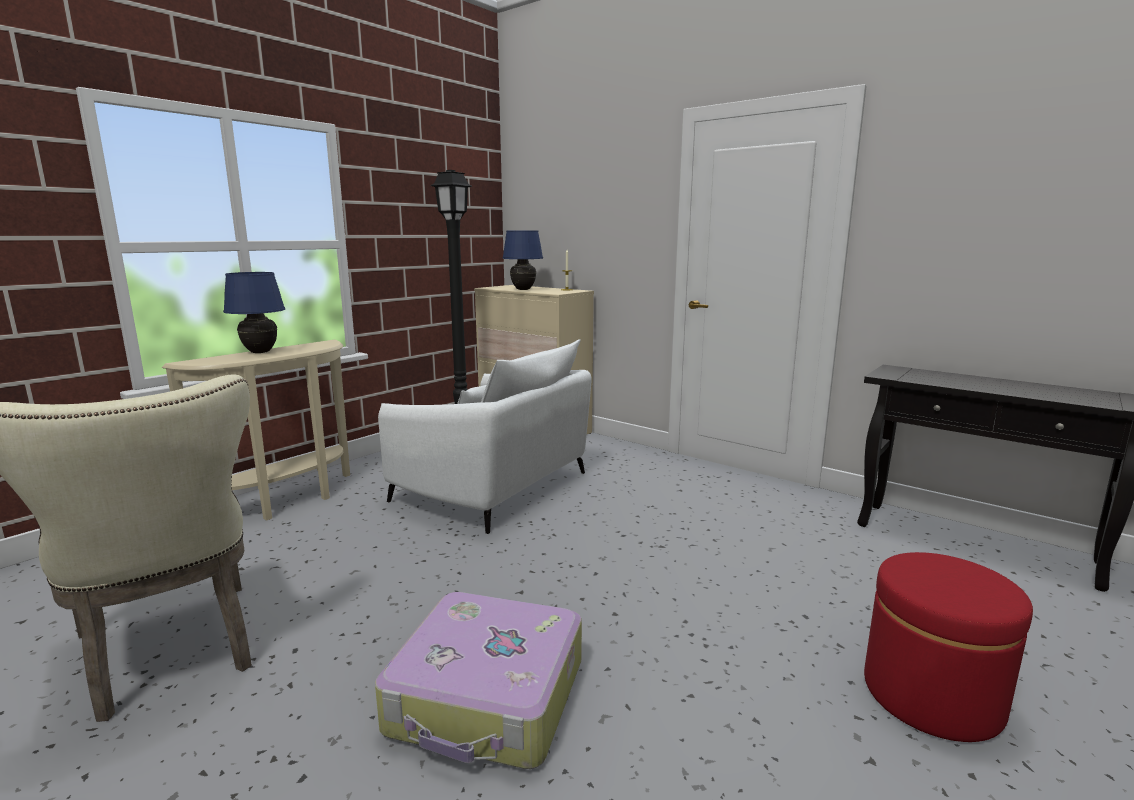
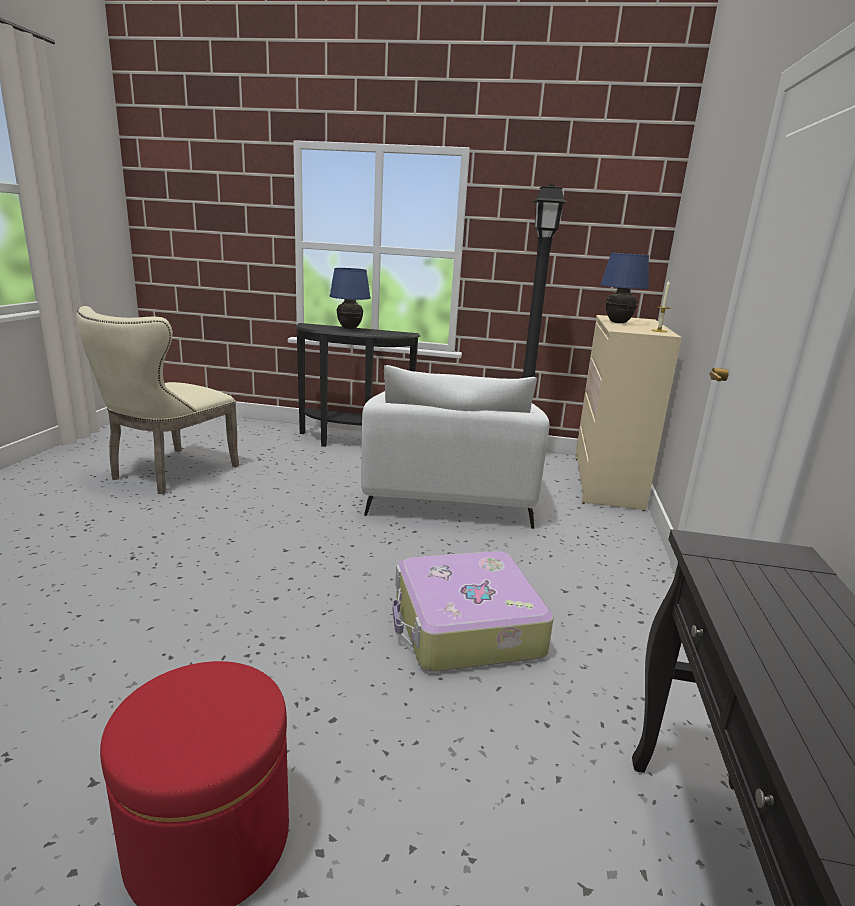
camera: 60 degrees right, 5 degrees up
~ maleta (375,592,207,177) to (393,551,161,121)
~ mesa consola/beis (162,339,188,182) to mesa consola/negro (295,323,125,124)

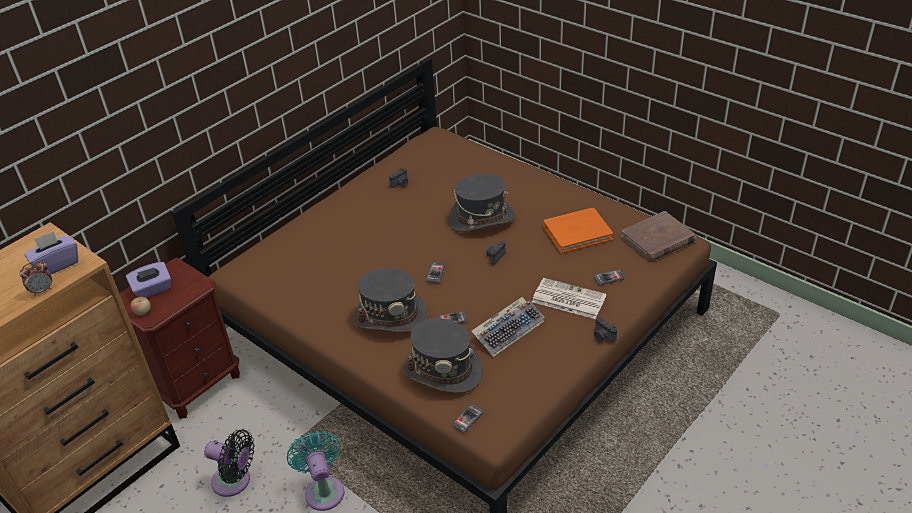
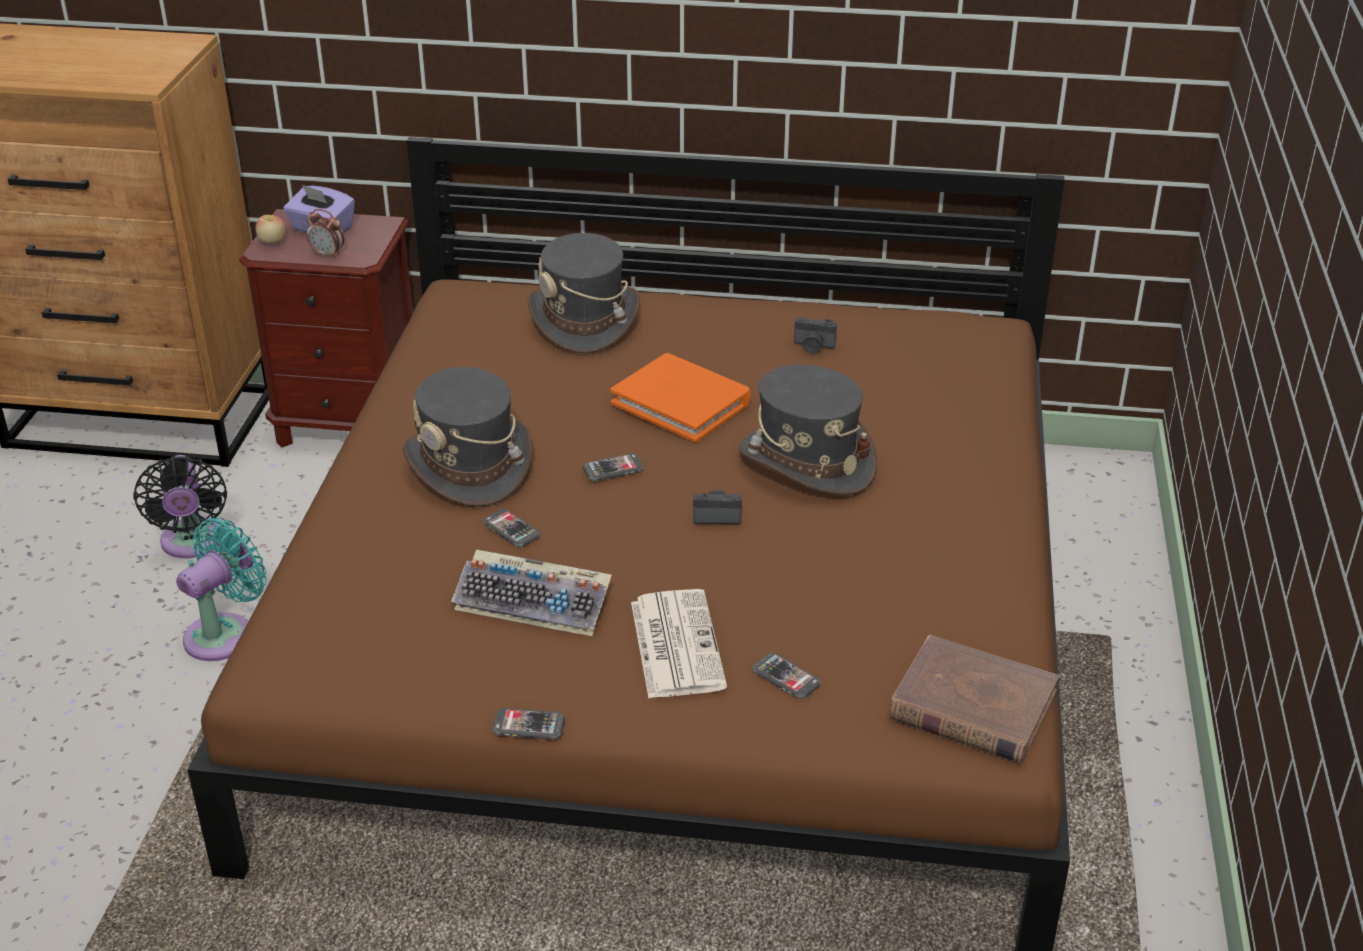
camera: 55 degrees right, 5 degrees down
- caja de pañuelos/morado (25,231,53,43)
- cámara (594,317,23,26)
~ despertador (20,261,32,35) to (307,209,37,50)
~ sombrero/gris (403,318,80,75) to (527,233,113,121)
~ móvil (452,404,31,28) to (492,708,73,32)
~ libro/naranja (543,208,70,46) to (610,353,141,89)

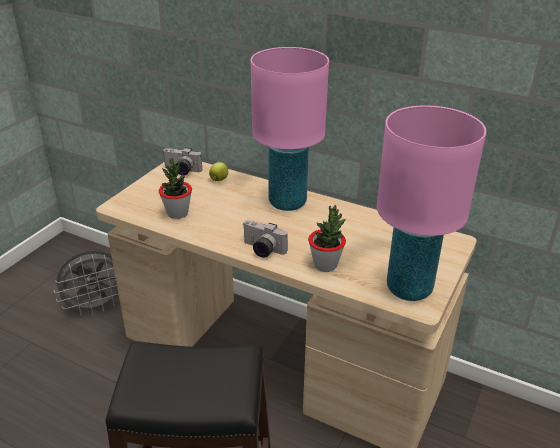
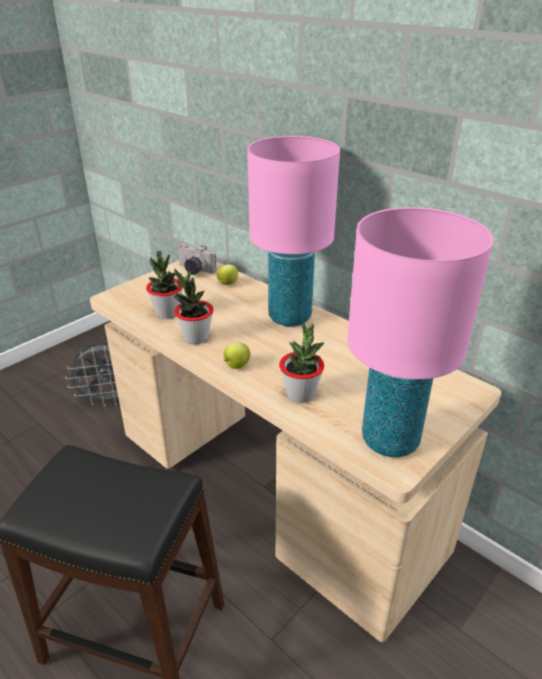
camera: 15 degrees right, 0 degrees up
+ planta en maceta (174,269,40,75)
~ cámara (243,220,45,38) to manzana (223,343,27,26)

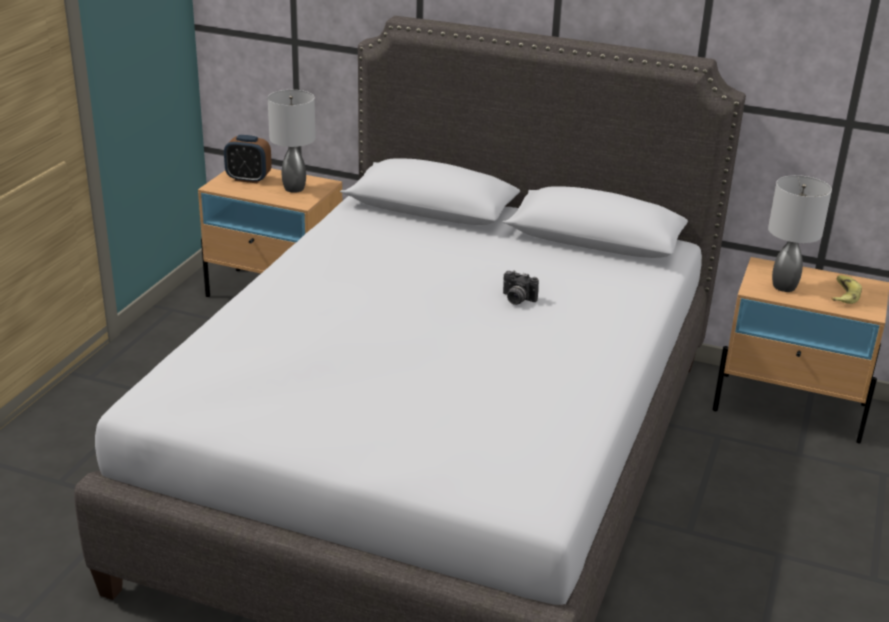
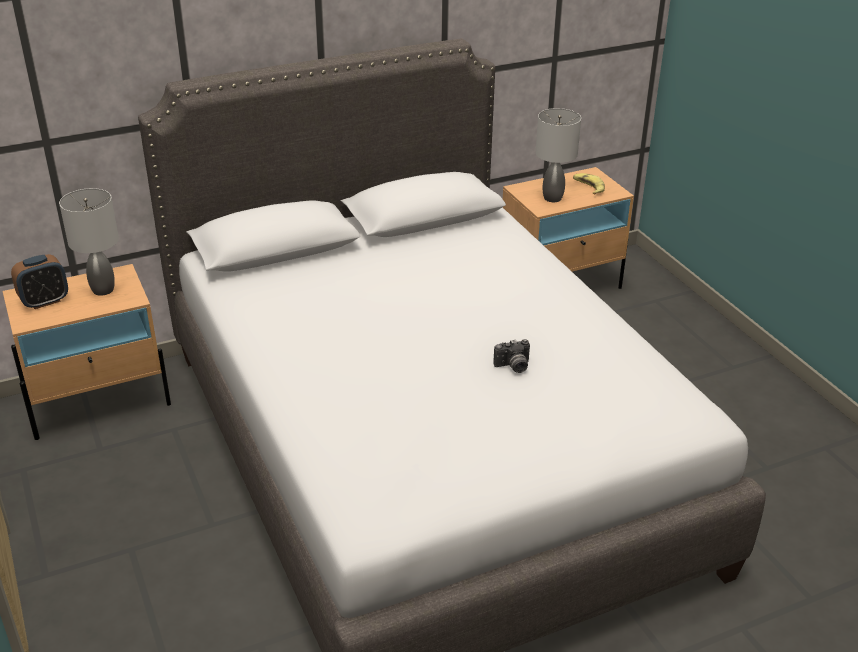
camera: 45 degrees left, 5 degrees up
~ cámara (503,271,36,34) to (493,339,37,34)

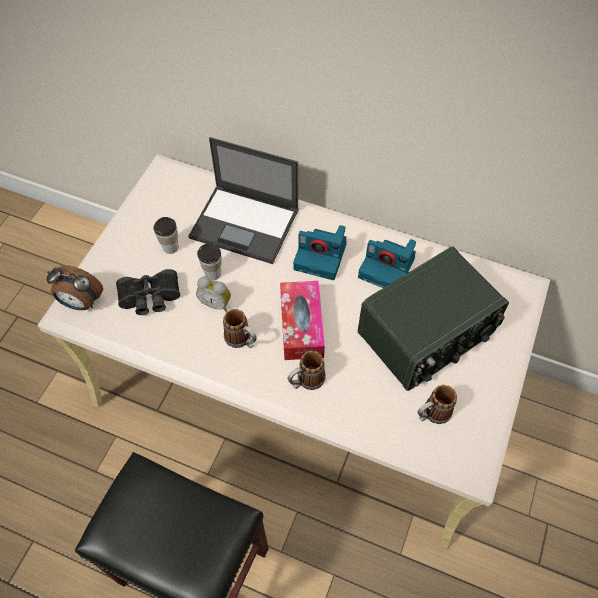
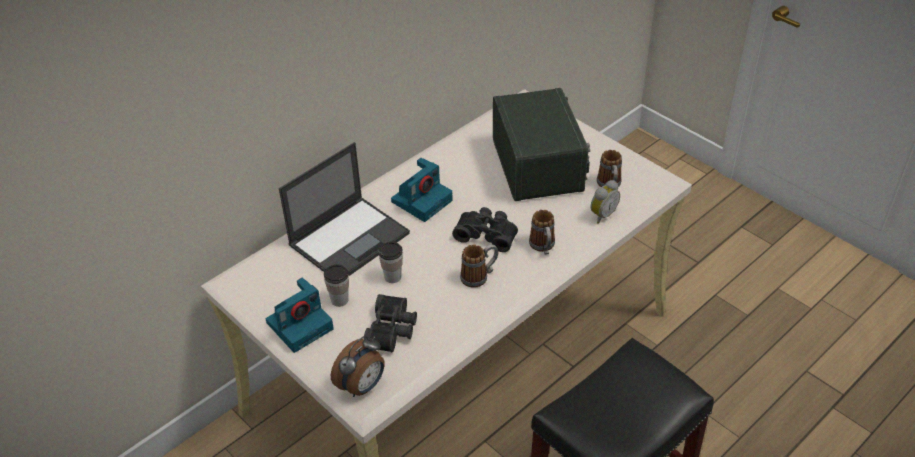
camera: 65 degrees left, 15 degrees down
~ despertador (196,277,35,35) to (591,180,29,44)
~ cámara (358,239,58,49) to (266,278,68,75)
~ caja de pañuelos (280,281,45,79) to prismáticos/negro (452,207,66,45)

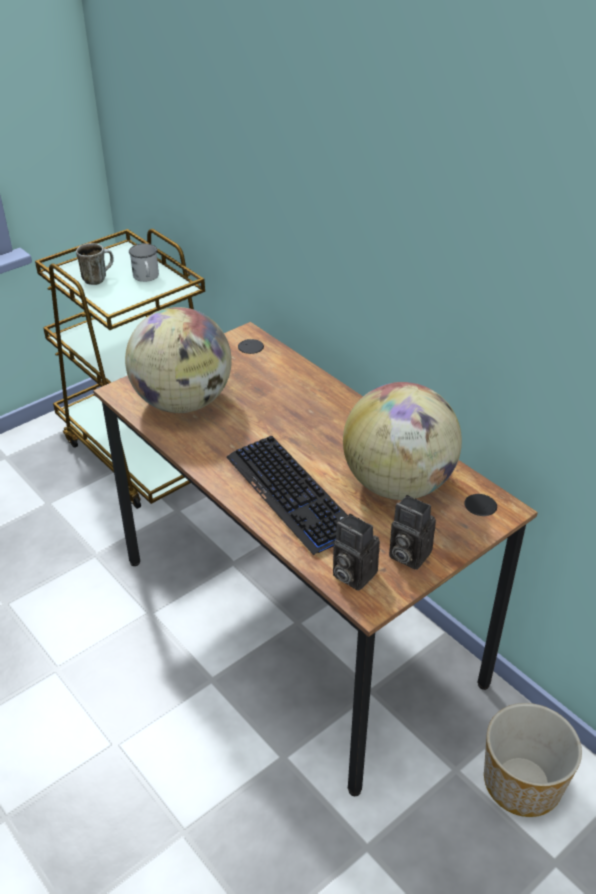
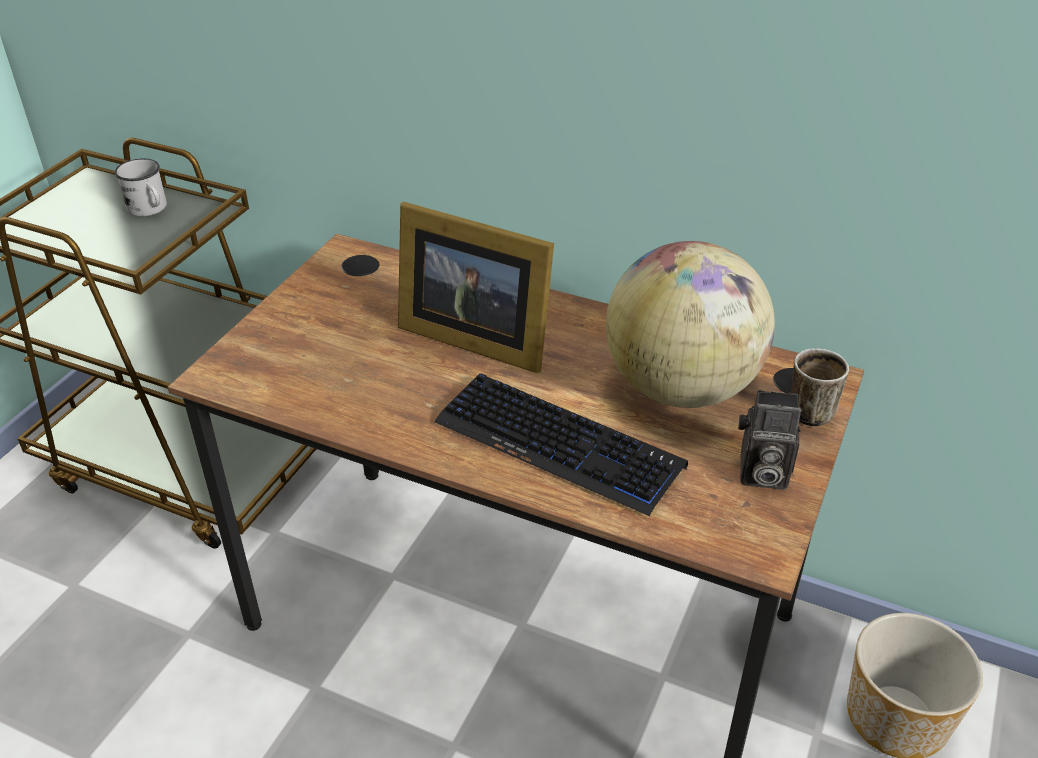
camera: 25 degrees left, 0 degrees up
- globo terráqueo (125,307,107,106)
- cámara (333,514,47,77)
+ portarretratos (398,202,156,172)
~ taza grande (76,243,38,42) to (791,348,58,79)

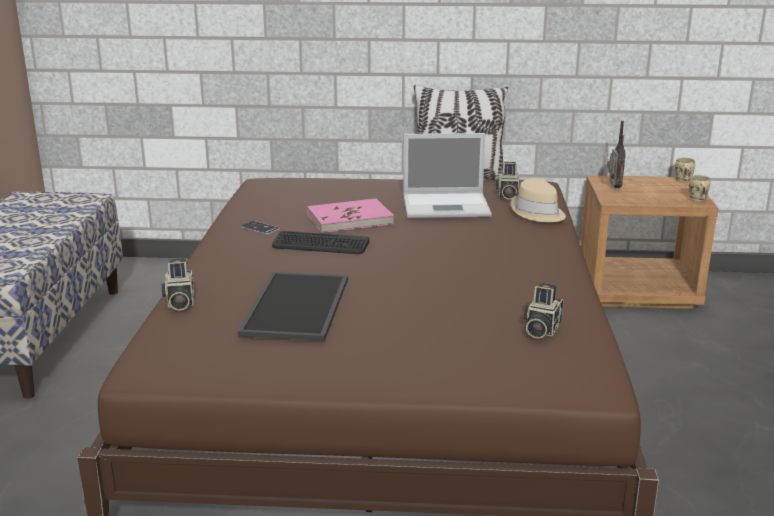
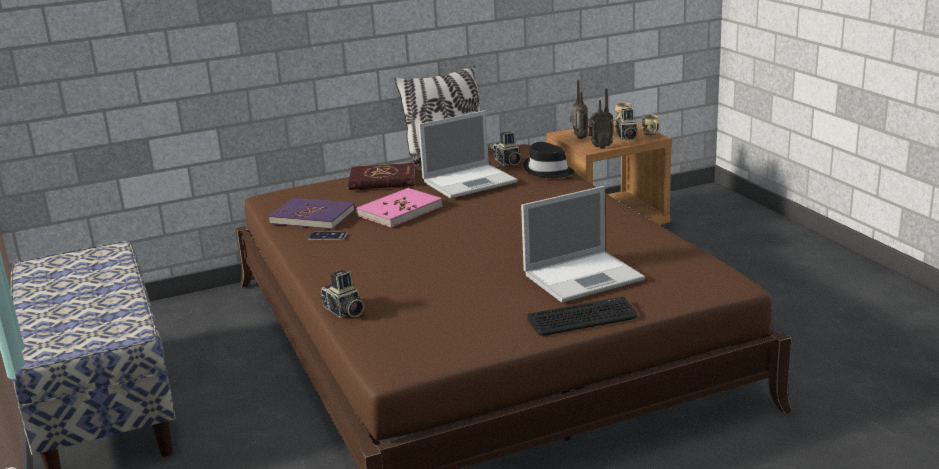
camera: 25 degrees left, 0 degrees up
- bandeja (237,272,111,69)
+ libro/morado (269,198,86,32)
+ libro/rojo (348,163,67,27)
+ portátil (521,186,124,117)
+ radio (588,88,26,61)
~ teclado (272,231,97,23) to (528,297,109,39)
~ cámara (523,283,40,56) to (615,108,22,32)
~ sombrero/beis (510,178,56,44) to sombrero/negro (523,142,51,36)

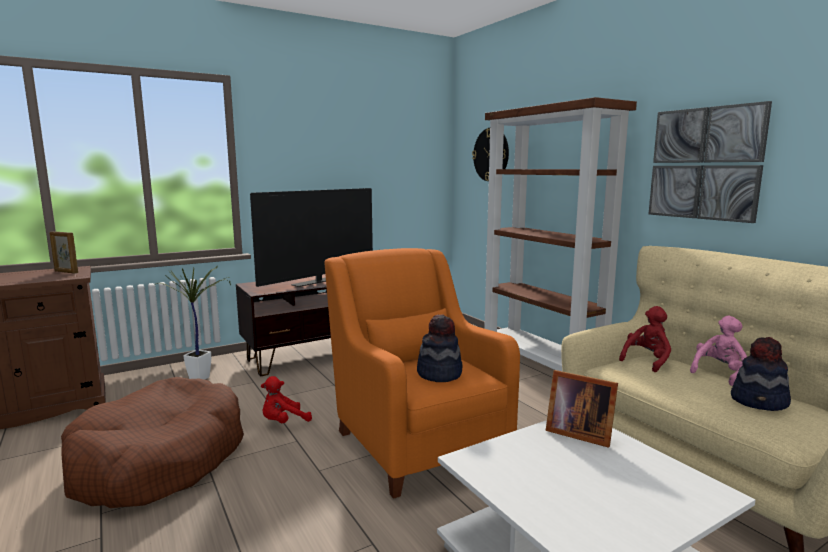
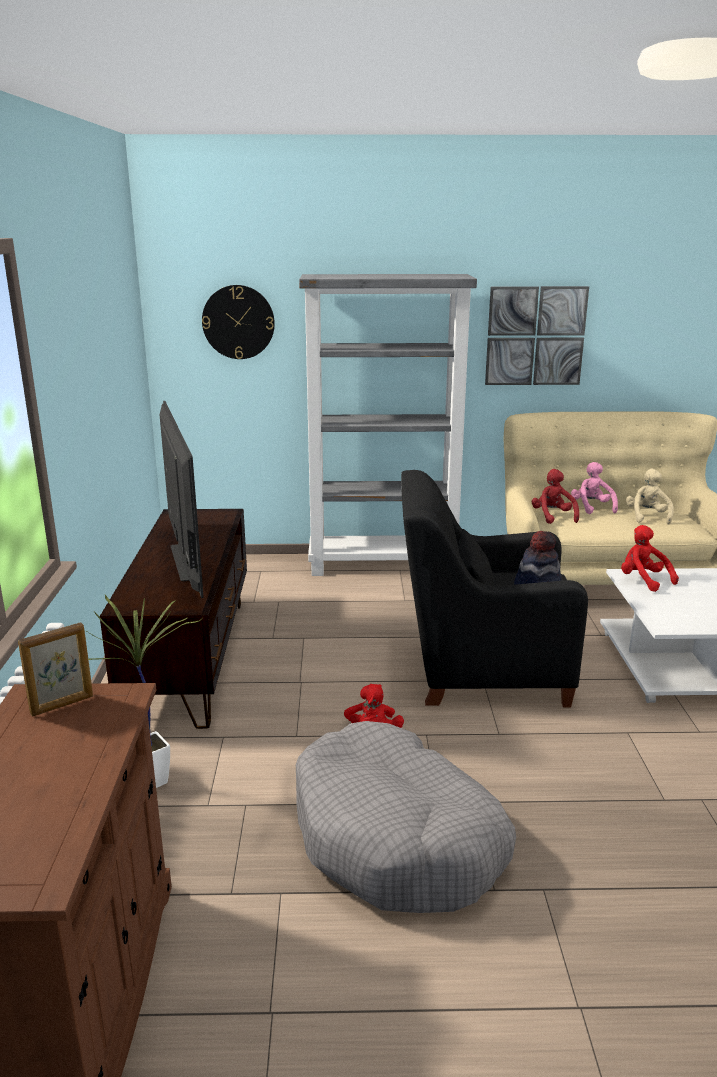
camera: 60 degrees left, 10 degrees up
~ portarretratos (546,370,72,78) to peluche/rojo (621,525,58,67)
~ sombrero (731,337,60,74) to peluche/beis (626,469,48,56)
~ cama para perro/marrón (61,377,183,131) to cama para perro/gris (296,721,220,192)
~ sillón/naranja (325,248,195,251) to sillón/negro (401,470,187,238)
~ estantería/marrón (484,97,153,274) to estantería/gris (299,274,178,302)

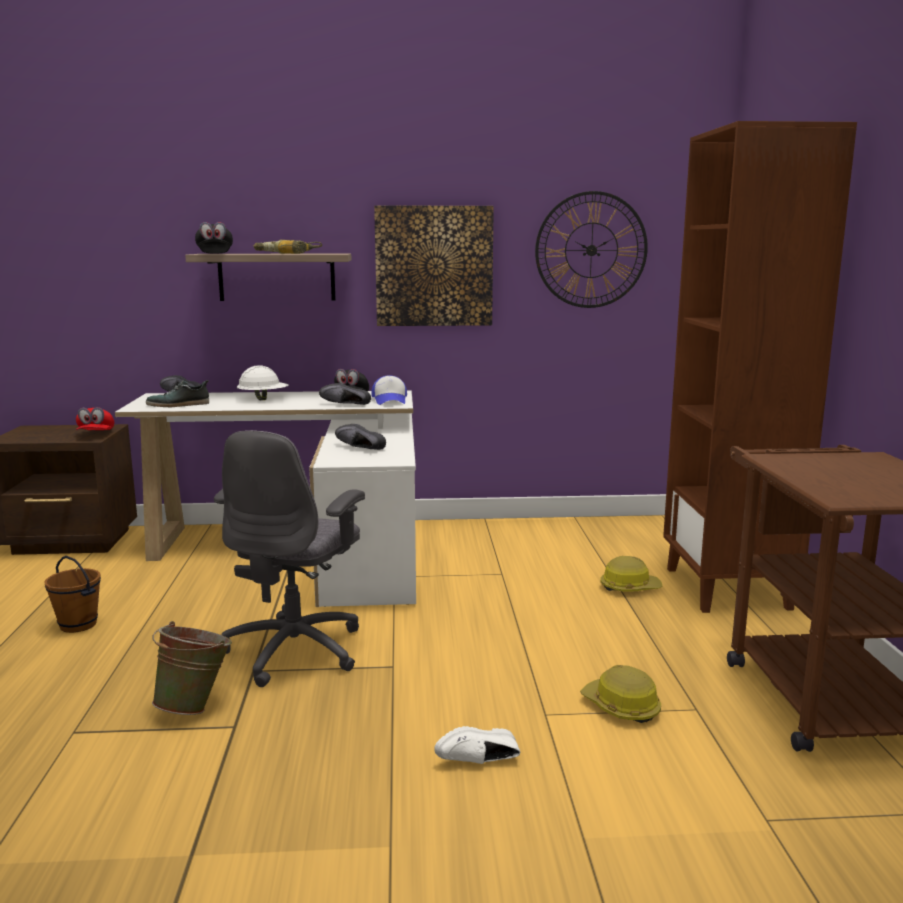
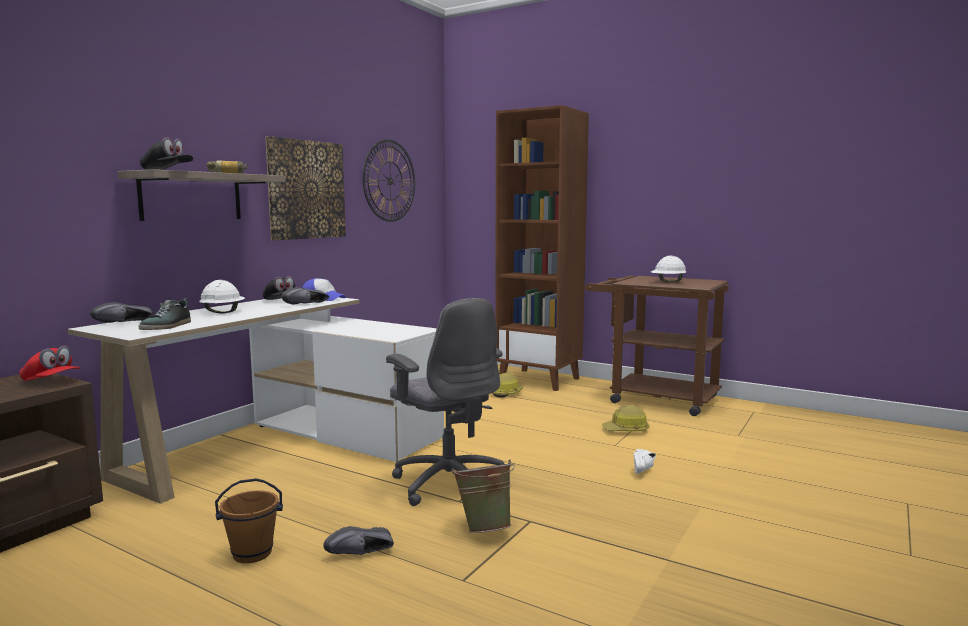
camera: 55 degrees left, 5 degrees down
+ casco/blanco (651,256,36,27)
~ zapato/negro (335,424,51,26) to (323,526,71,29)

